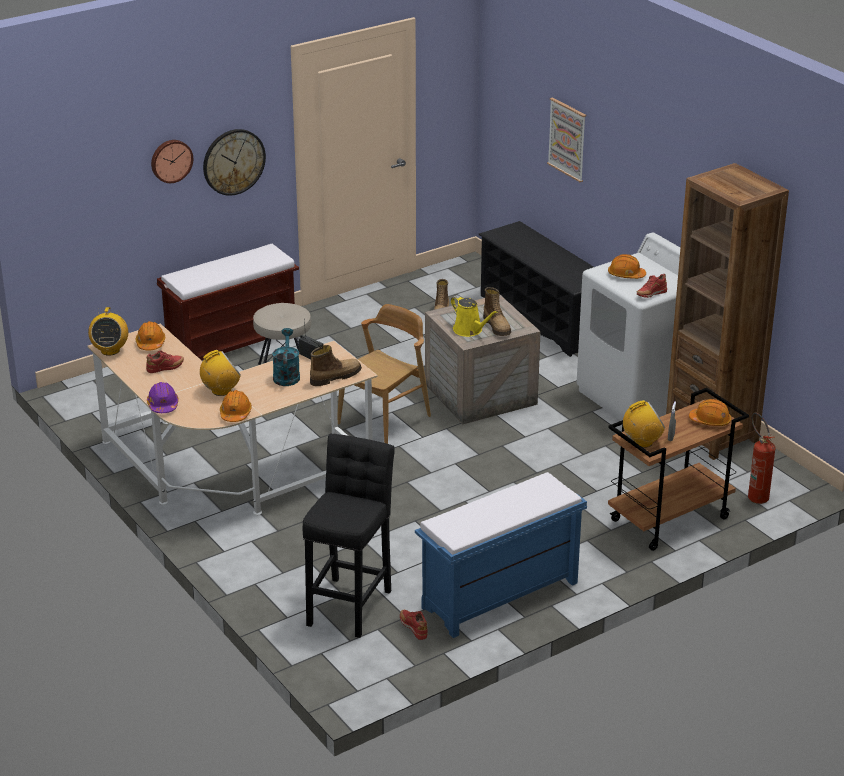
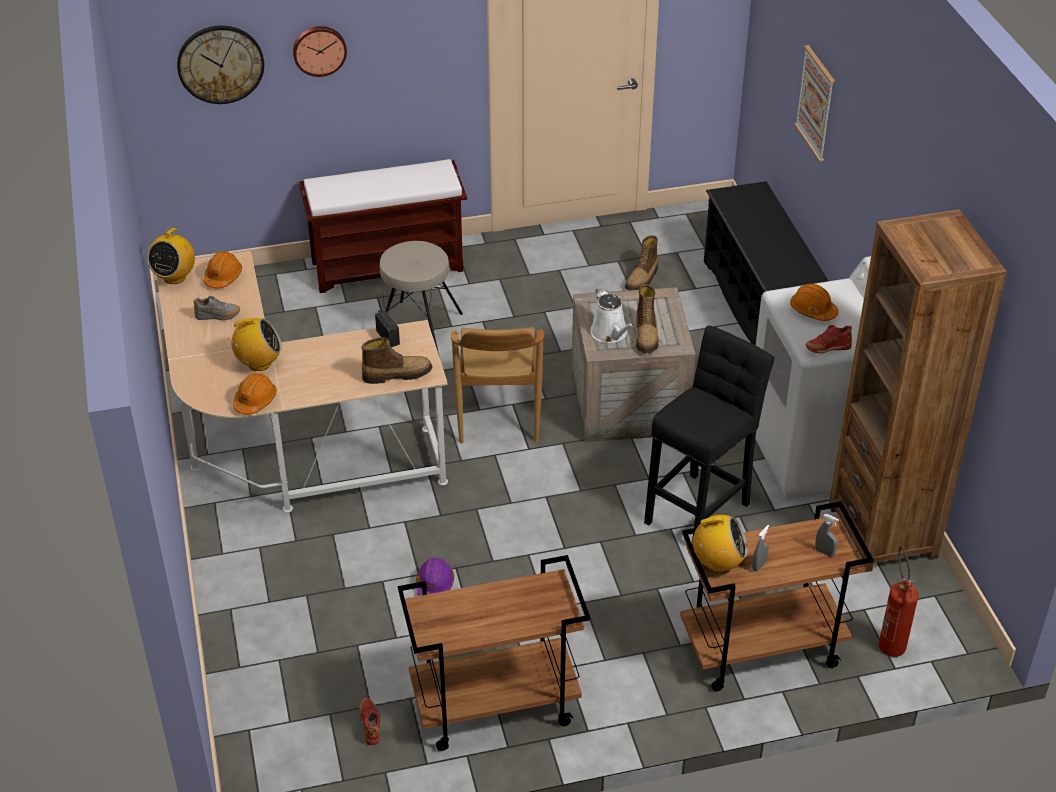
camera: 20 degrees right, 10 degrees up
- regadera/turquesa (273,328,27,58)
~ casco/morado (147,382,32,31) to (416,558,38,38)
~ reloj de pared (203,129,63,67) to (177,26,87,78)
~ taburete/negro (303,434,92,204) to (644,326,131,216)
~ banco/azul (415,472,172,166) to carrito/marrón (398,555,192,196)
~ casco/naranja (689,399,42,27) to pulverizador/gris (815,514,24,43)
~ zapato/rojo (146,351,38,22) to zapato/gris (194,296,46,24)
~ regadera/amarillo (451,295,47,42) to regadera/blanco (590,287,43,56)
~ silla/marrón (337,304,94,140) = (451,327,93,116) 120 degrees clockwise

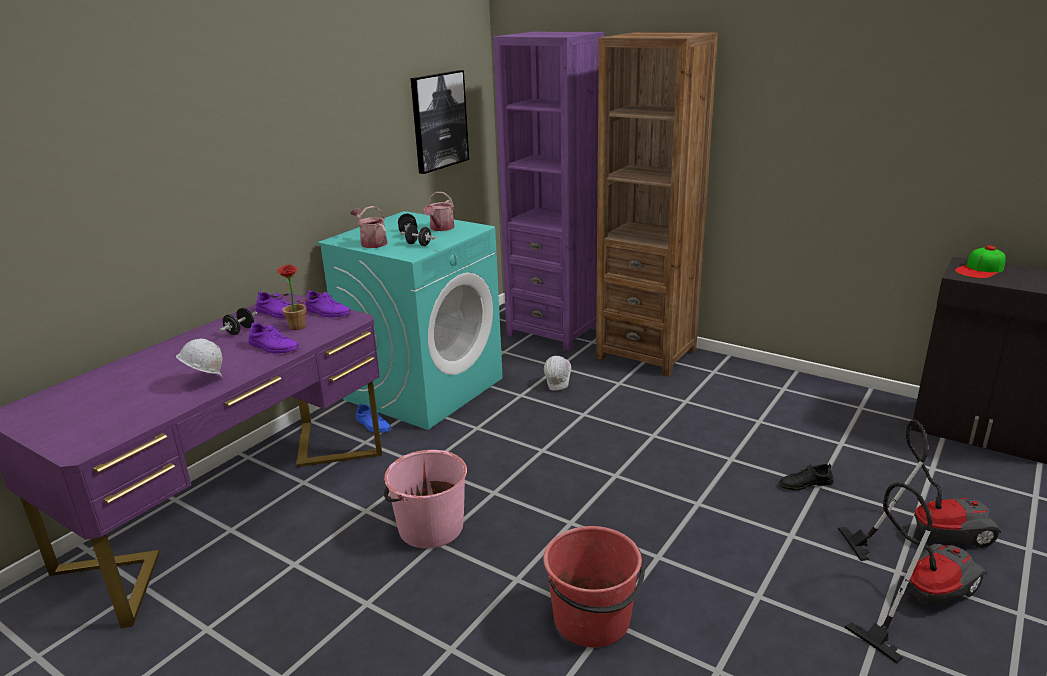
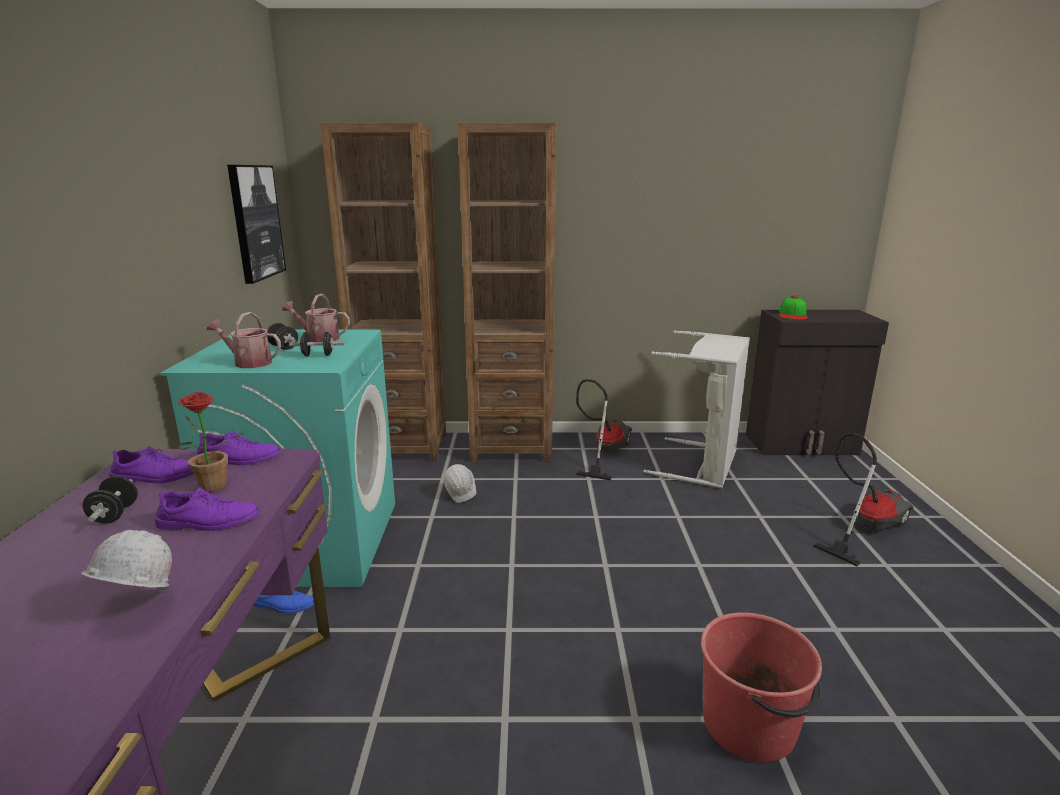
camera: 35 degrees left, 5 degrees down
- cubo/rosa (384,450,83,98)
- zapato/negro (779,464,55,26)
+ cesto de la ropa/gris (643,331,107,157)
~ aspiradora (844,482,143,182) to (576,379,56,102)
~ estantería/morado (493,32,111,319) to estantería/marrón (321,122,125,340)
~ regadera (424,192,30,39) = (282,294,68,48) 120 degrees clockwise

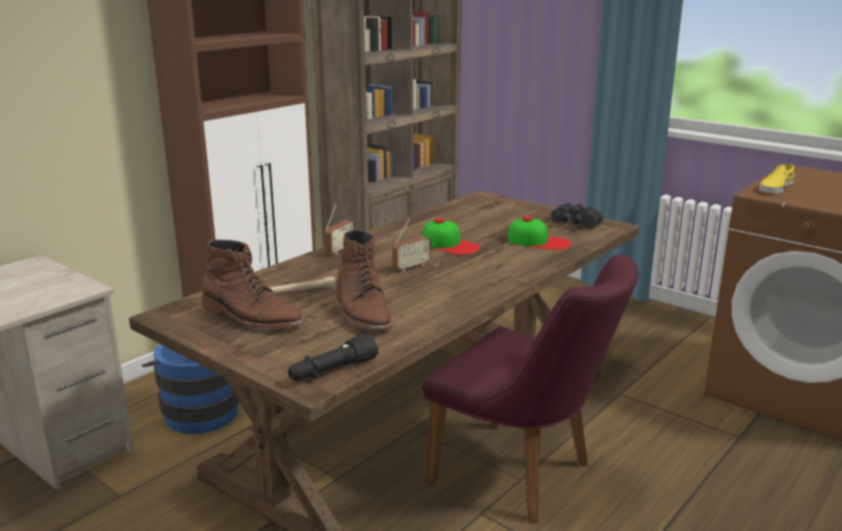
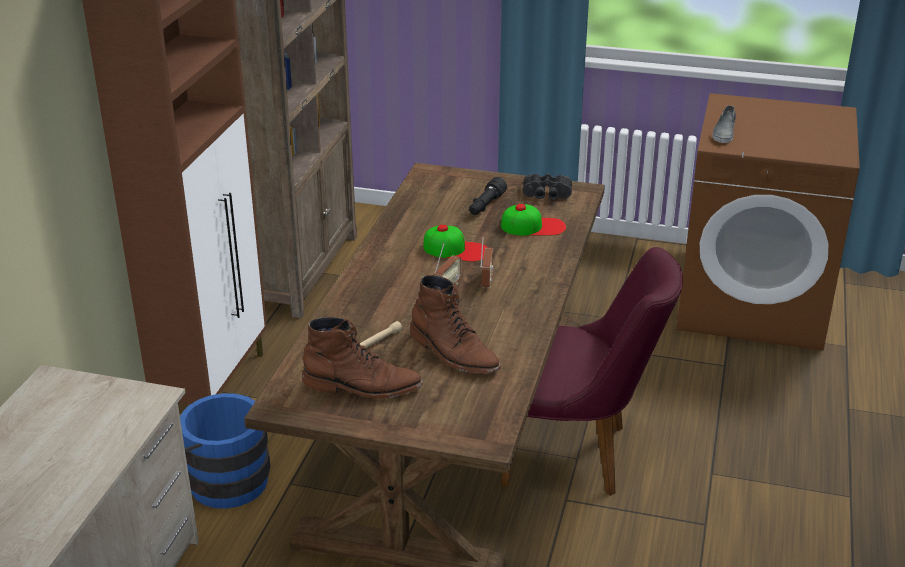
camera: 25 degrees left, 10 degrees up
~ linterna/negro (288,333,90,48) to (469,177,38,38)
~ radio (325,204,30,51) to (480,236,13,52)
~ zapato/amarillo (759,163,36,30) to zapato/gris (712,105,24,38)

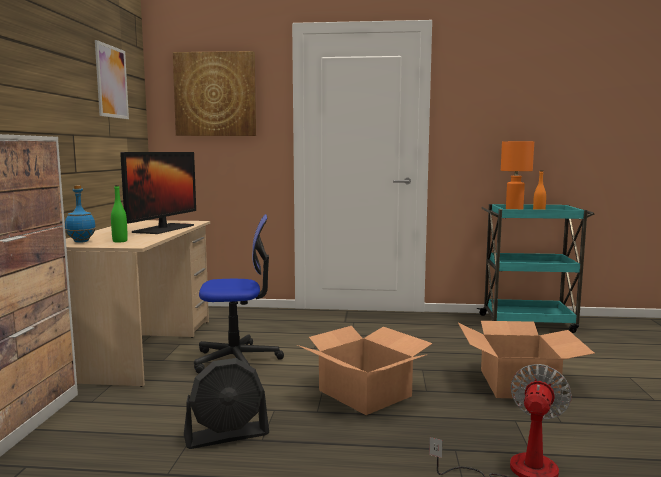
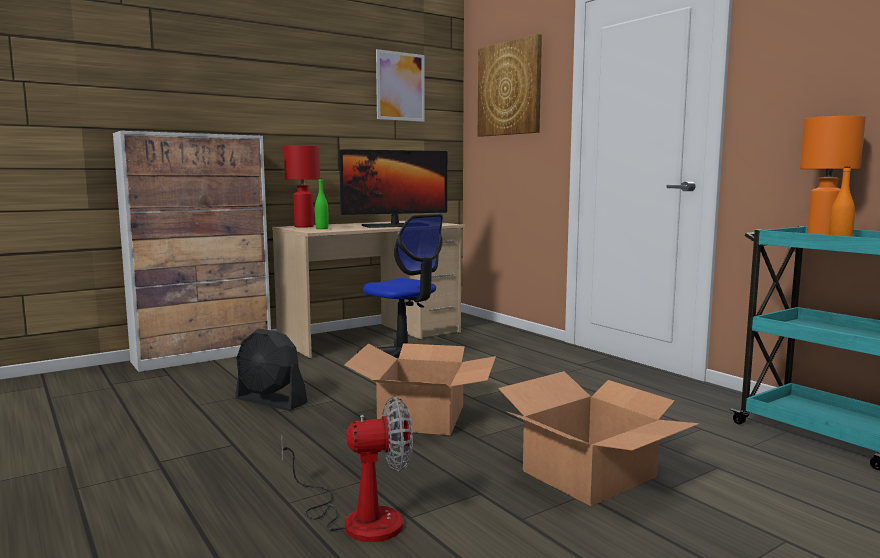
camera: 50 degrees right, 0 degrees up
~ botella/azul (65,185,31,58) to lámpara de mesa/rojo (284,145,36,83)

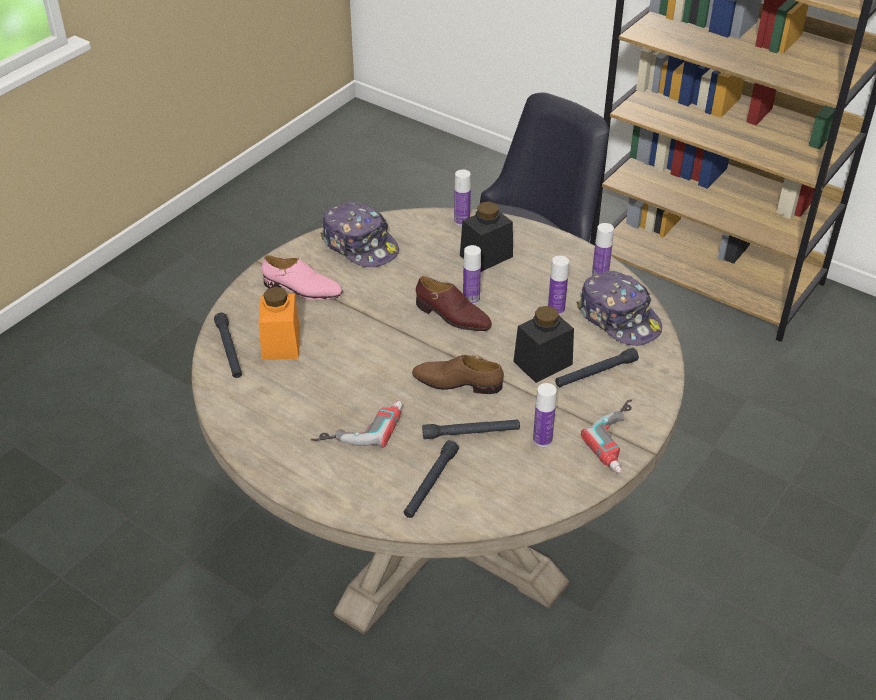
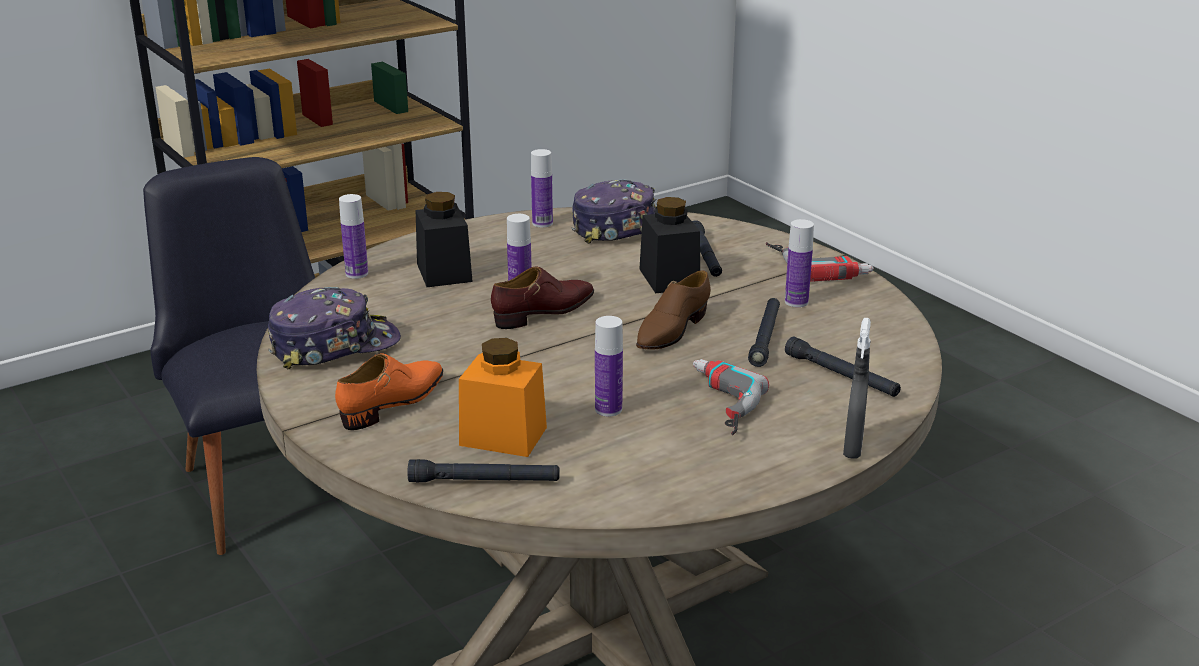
camera: 70 degrees left, 15 degrees down
+ pulverizador/gris (843,318,28,141)
~ botella (548,256,21,59) to (595,316,28,101)
~ zapato/rosa (262,255,80,45) to zapato/naranja (335,354,108,76)

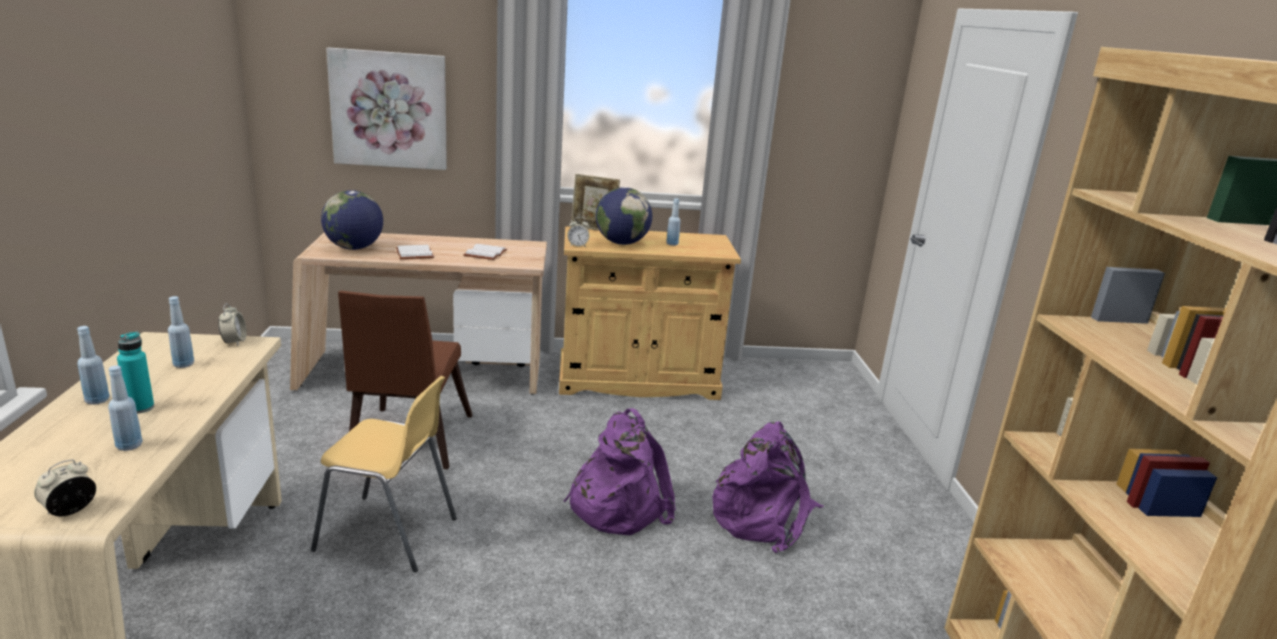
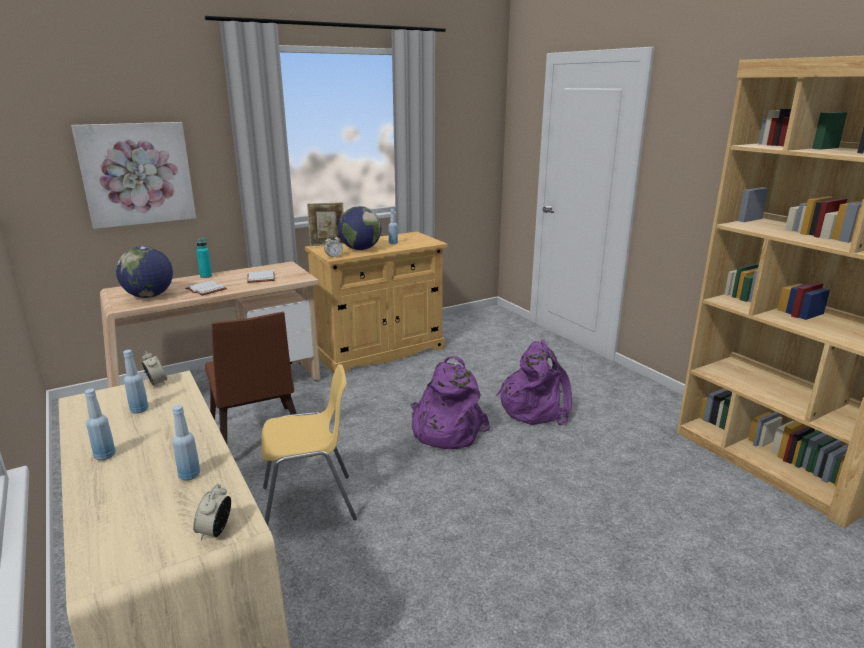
camera: 25 degrees left, 0 degrees up
~ botella/turquesa (117,332,37,81) to (196,238,16,40)

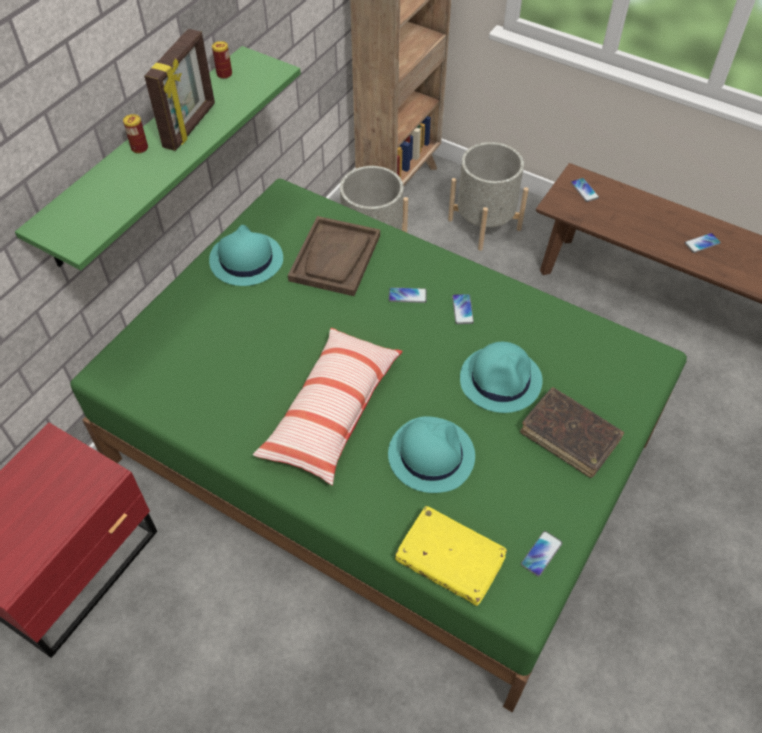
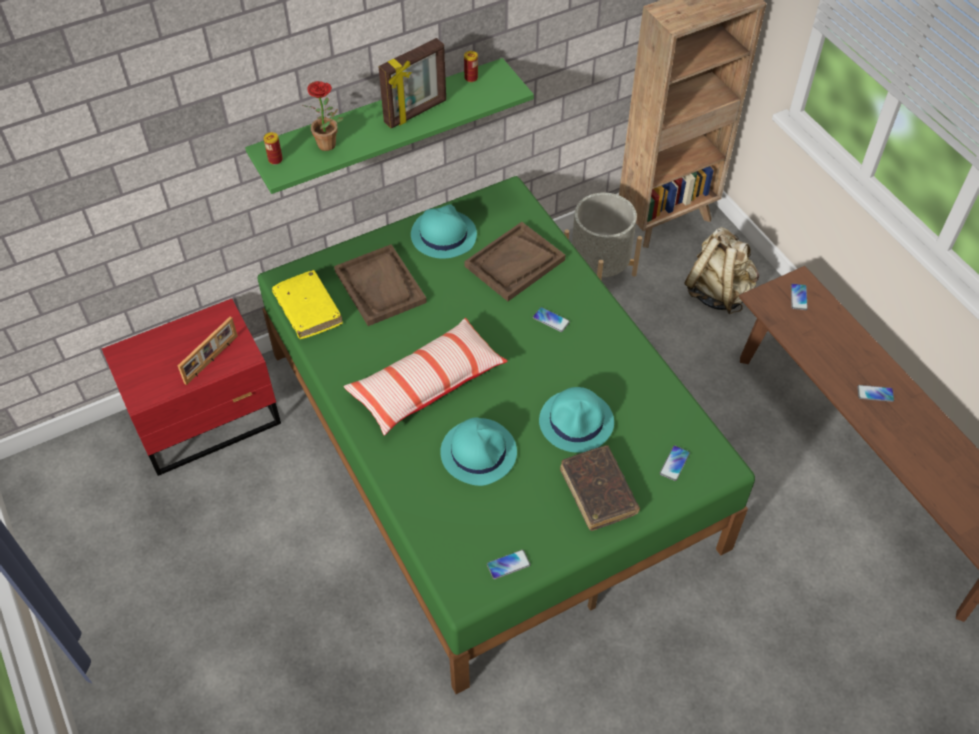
camera: 30 degrees right, 0 degrees up
+ portarretratos (178,317,60,68)
+ planta en maceta (303,81,40,70)
+ bandeja/marrón (334,244,93,82)
~ lata (123,114,25,40) to (264,132,19,33)
~ libro/amarillo (395,506,112,100) to (272,270,71,69)
~ móvil (452,294,22,30) to (660,445,30,36)
~ maceta/gris (448,142,81,109) to mochila/beis (684,227,75,87)

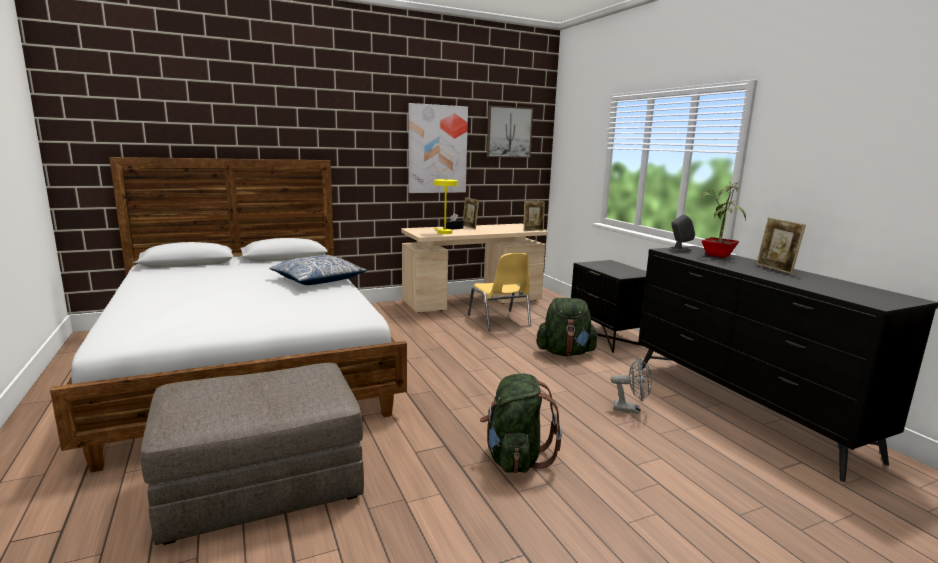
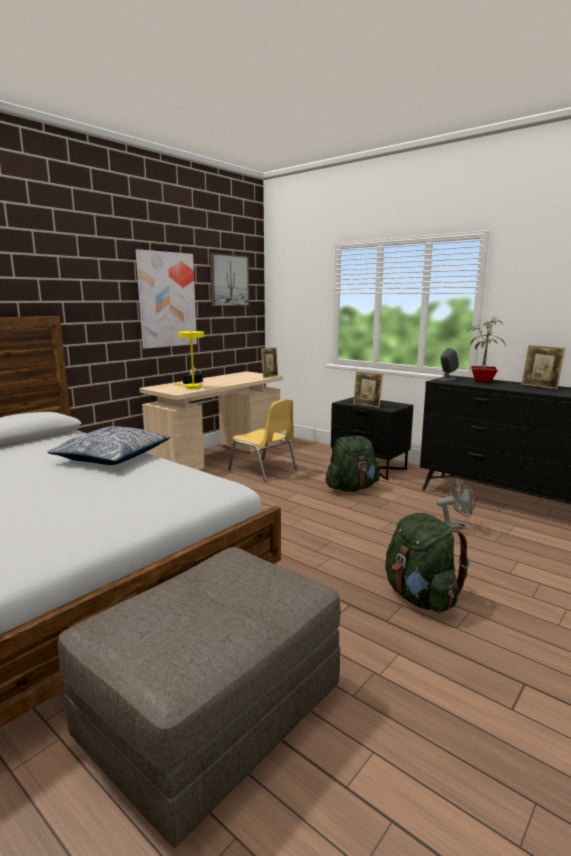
camera: 25 degrees left, 0 degrees up
~ portarretratos (463,197,16,32) to (353,371,30,37)

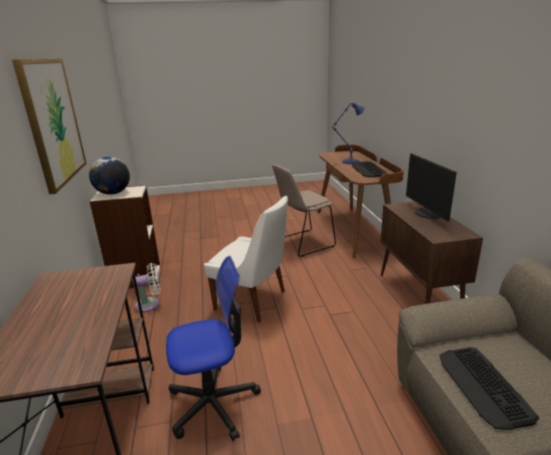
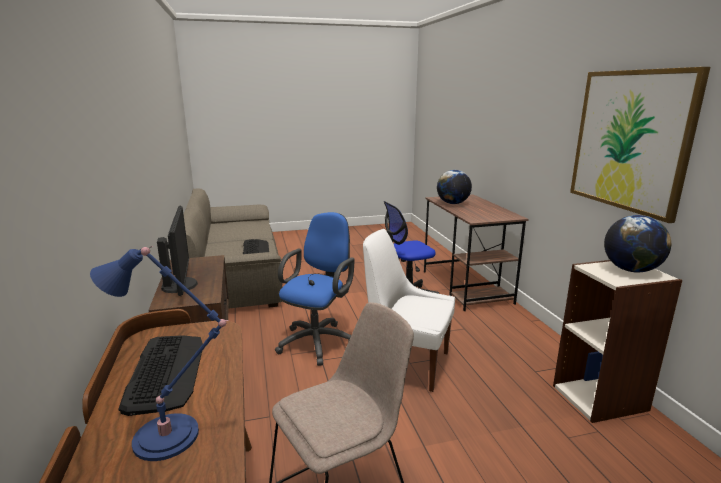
camera: 175 degrees right, 5 degrees down
- ventilador/blanco (133,263,28,49)
+ silla de oficina/azul (275,212,79,154)
+ globo terráqueo (437,170,35,34)

